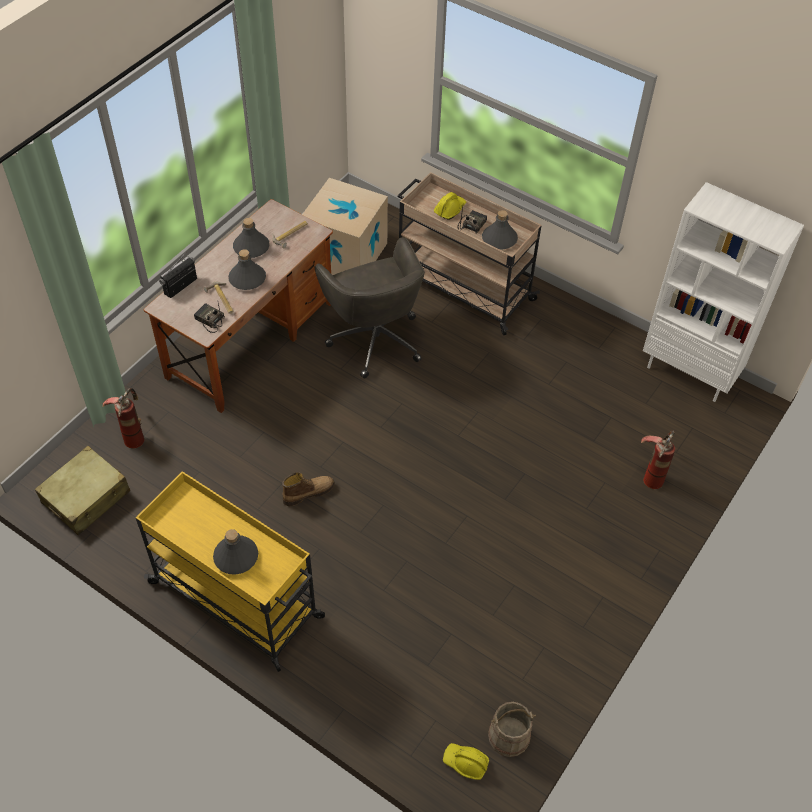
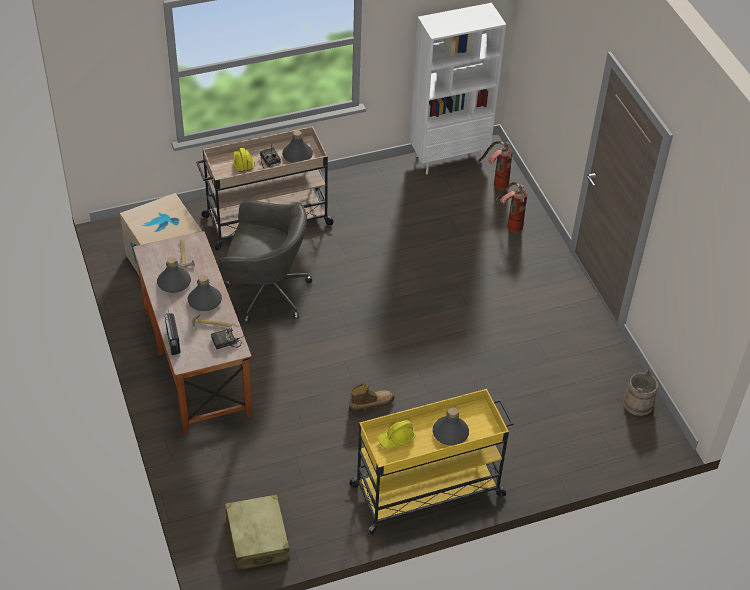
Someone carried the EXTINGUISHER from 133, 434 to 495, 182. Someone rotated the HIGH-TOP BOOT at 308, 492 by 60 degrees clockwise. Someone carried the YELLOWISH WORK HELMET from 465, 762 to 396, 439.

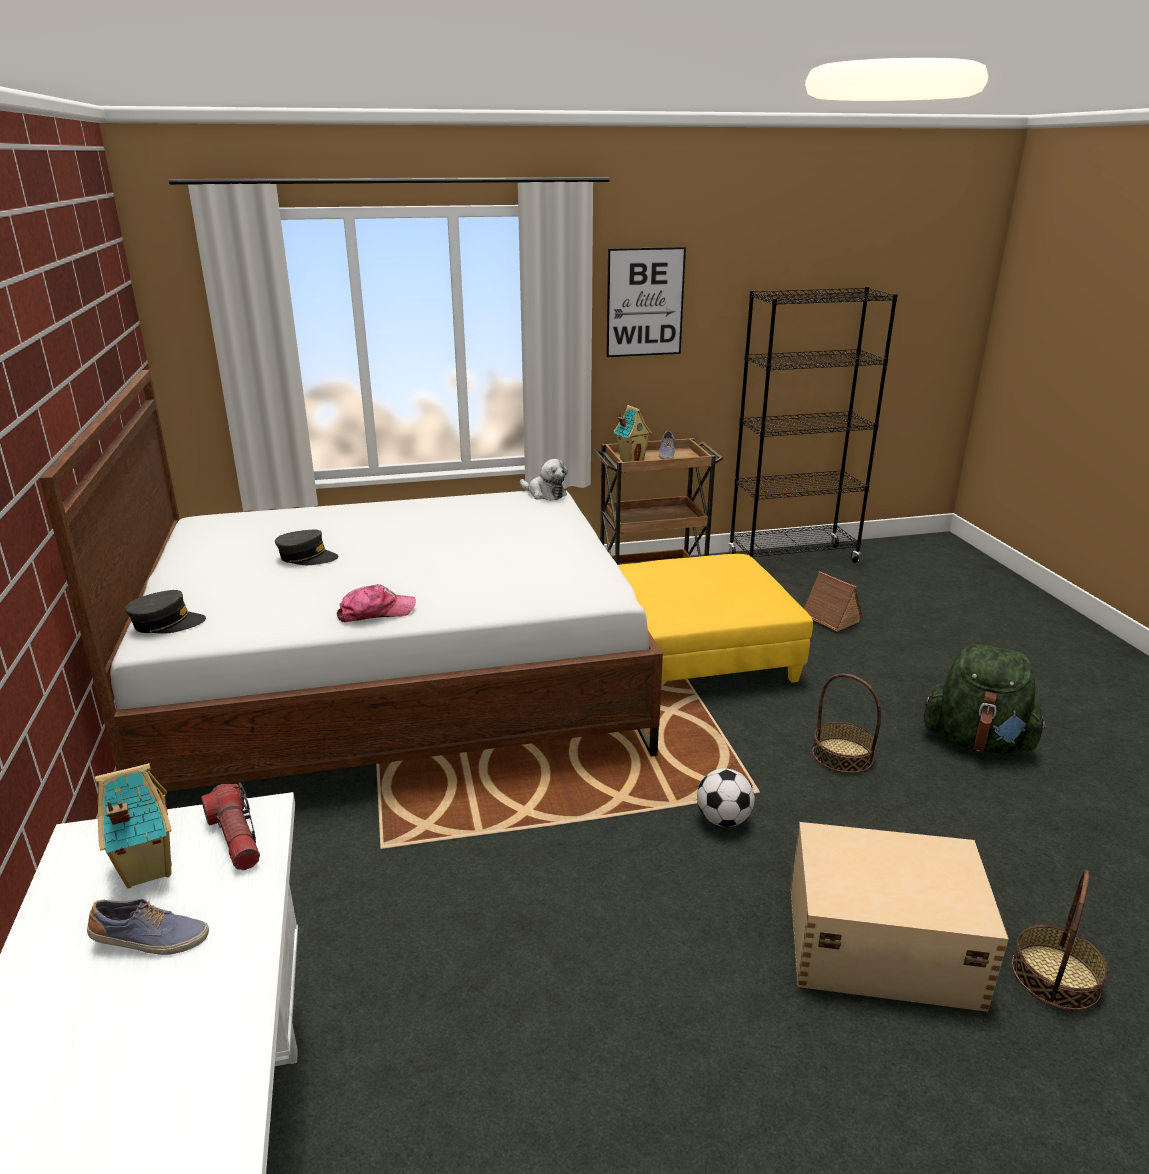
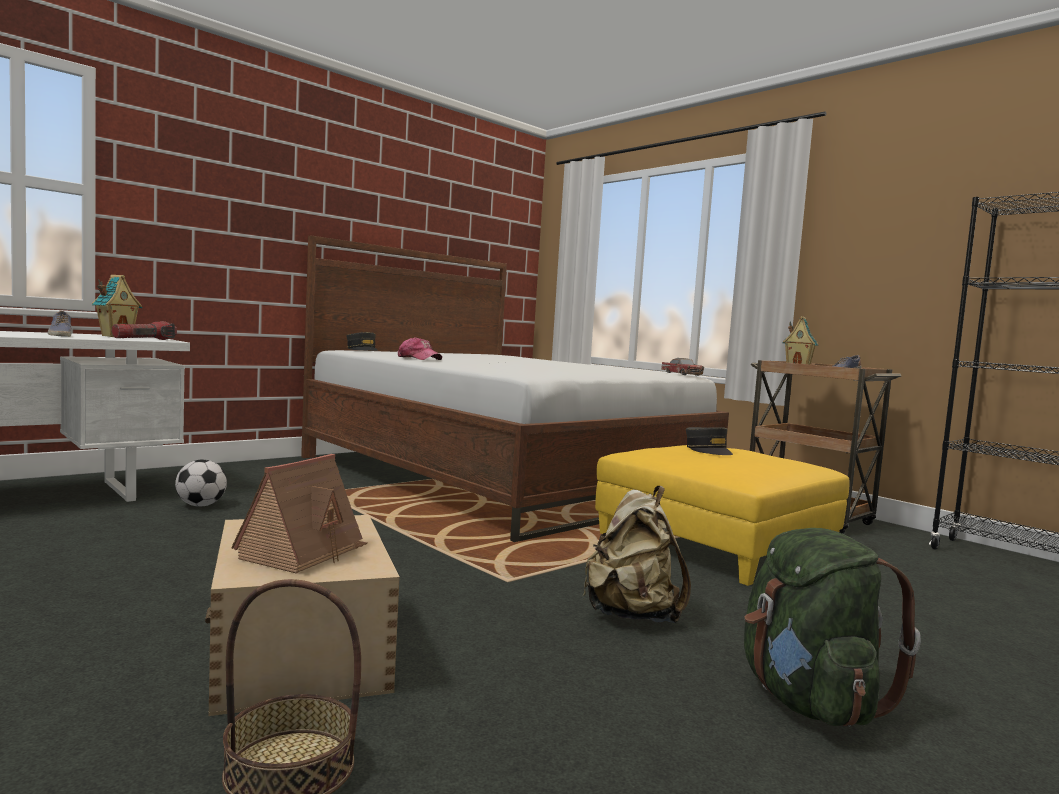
Someone took away the WALL ART at 645, 302. Someone swapped the SOFT TOY at 544, 494 for the TOY CAR at 681, 374. Someone carried the GREY PEAKED CAP from 307, 557 to 708, 450. Someone carried the TOY HOUSE from 828, 618 to 303, 552. Someone swapped the HOUSEHOLD BASKET at 842, 755 for the BEIGE BACKPACK at 631, 615. Someone carried the FOOTBALL BALL from 723, 820 to 201, 505.

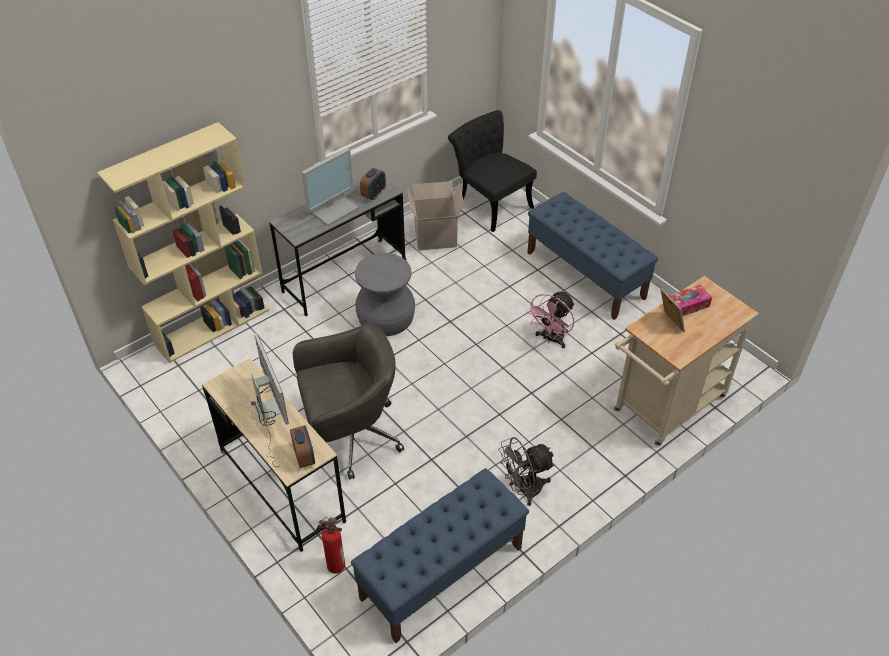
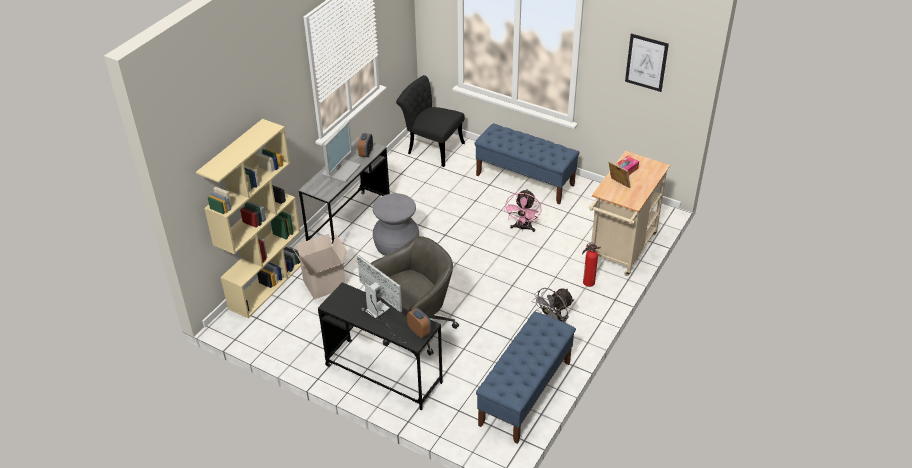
Someone carried the CARTON from 435, 239 to 324, 285. Someone repainted the BEIGE DESK at 281, 486, which became the BLACK DESK at 383, 374. Someone carried the EXTINGUISHER from 334, 565 to 588, 282. Someone put up the WALL ART at 646, 62.

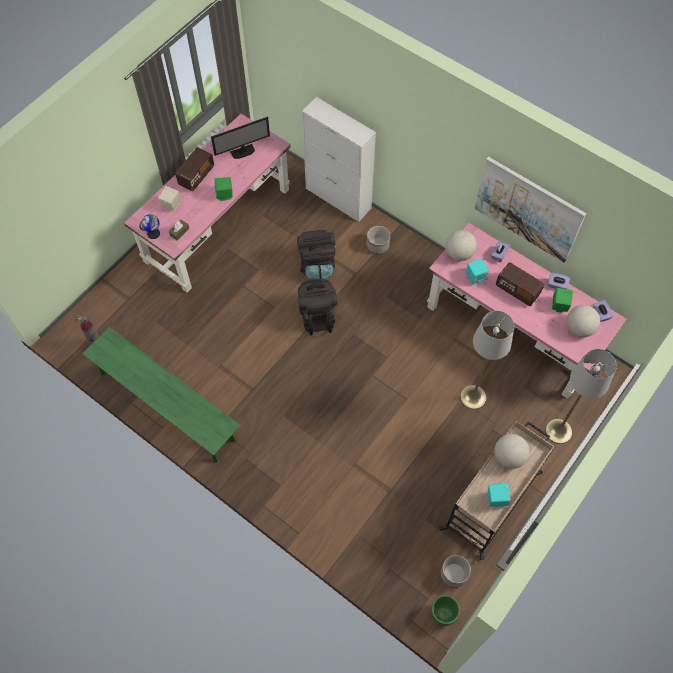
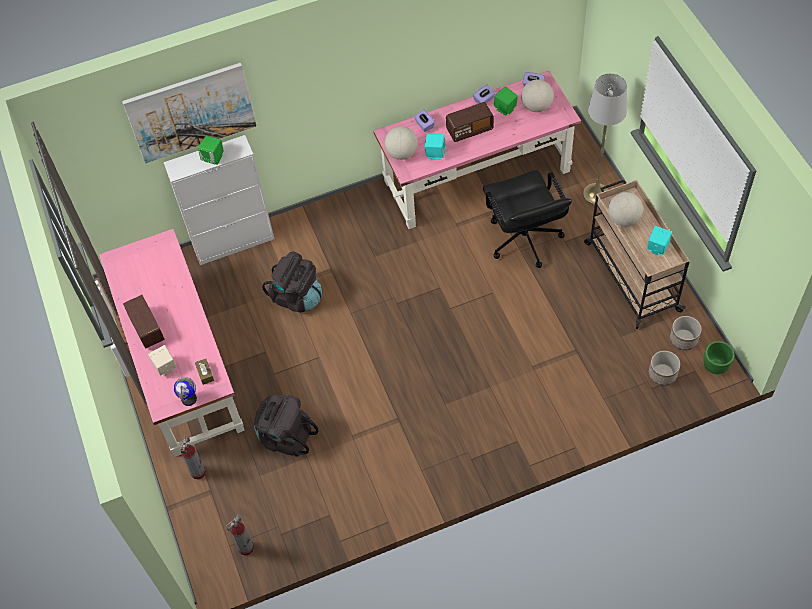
Someone took away the MONITOR at 243, 152. Someone carried the WALL ART from 528, 209 to 191, 112. Someone carried the GREEN LOUDSPEAKER from 225, 195 to 213, 158. Someone carried the FLOWER POT from 378, 245 to 662, 374. Someone carried the BLACK BACKPACK from 317, 315 to 285, 437. Someone swapped the GREY FLOOR LAMP at 473, 397 for the BLACK DESK CHAIR at 524, 240. Someone took away the GREEN BENCH at 167, 406. Someone put down the EXTINGUISHER at 198, 472.

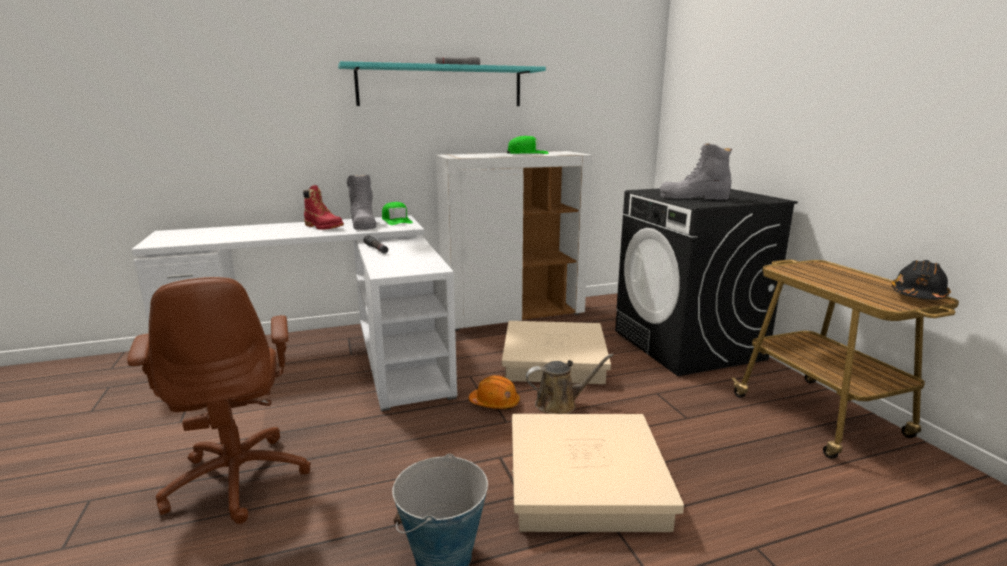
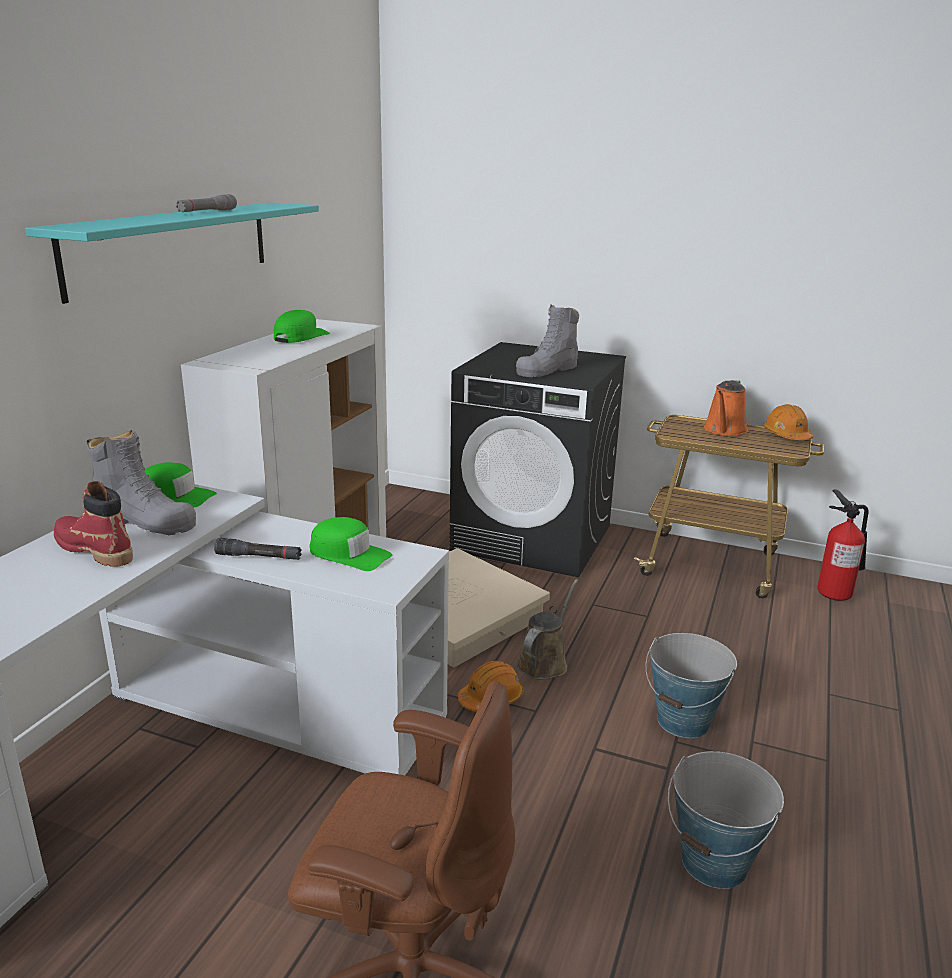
Someone rotated the RED-COLOURED HIGH-TOP BOOT at 324, 227 by 135 degrees counterclockwise. Someone repainted the BLACK WORK HELMET at 918, 295, which became the ORANGE WORK HELMET at 786, 436. Someone swapped the BEIGE STORAGE CONTAINER at 585, 482 for the WATER BUCKET at 683, 721. Someone put down the ORANGE WATERING CAN at 724, 430. Someone put down the EXTINGUISHER at 836, 594. Someone put down the GREEN PEAKED CAP at 349, 554.

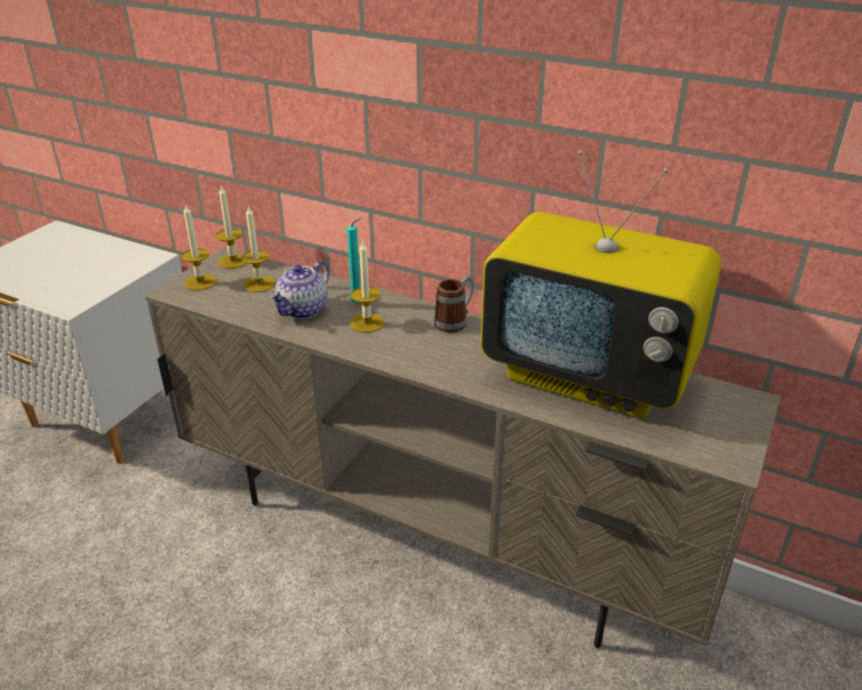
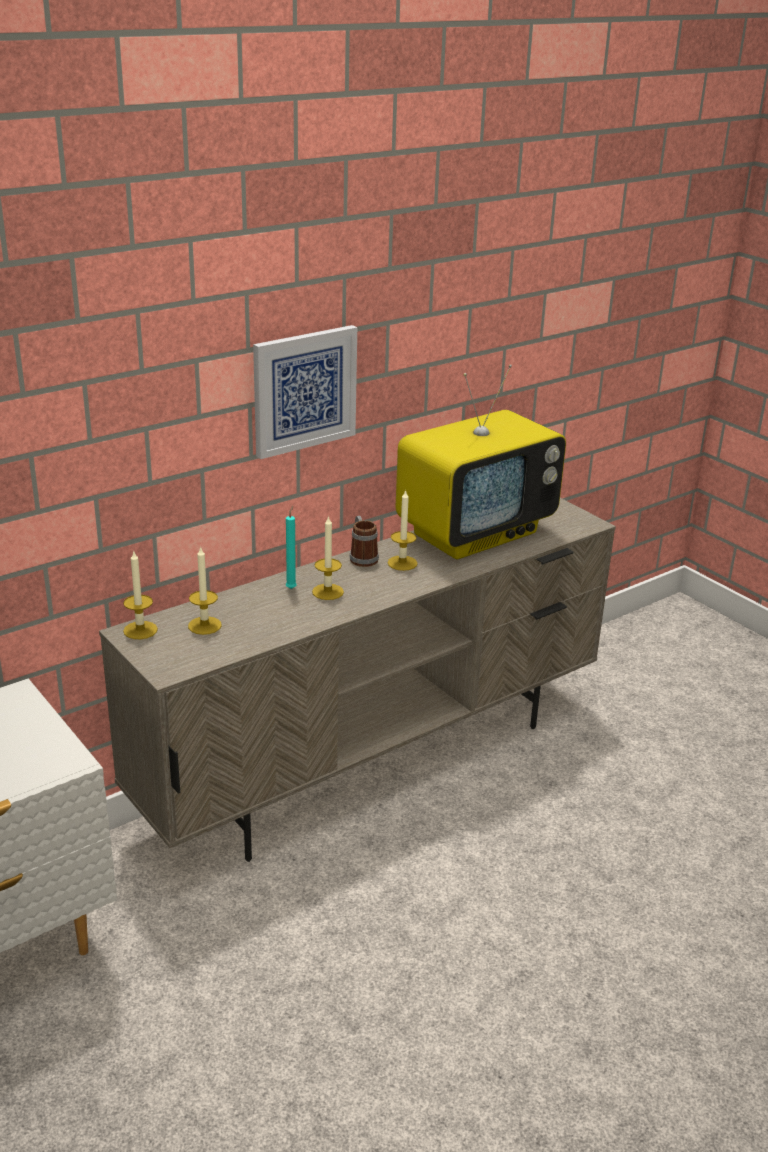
Someone carried the CANDLE from 200, 282 to 402, 563. Someone took away the POT FOR TEA at 303, 310. Someone put up the WALL ART at 304, 390.

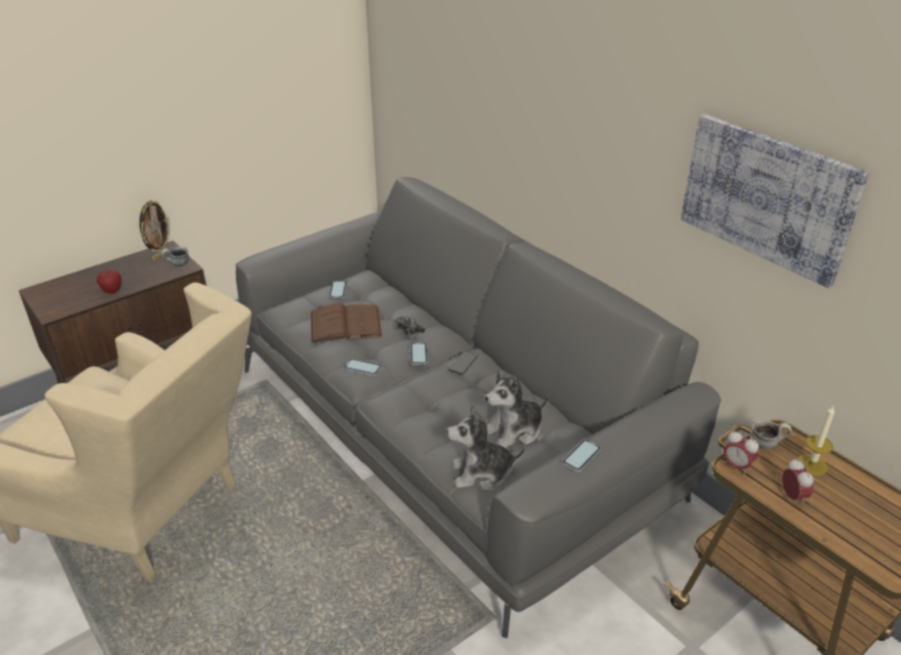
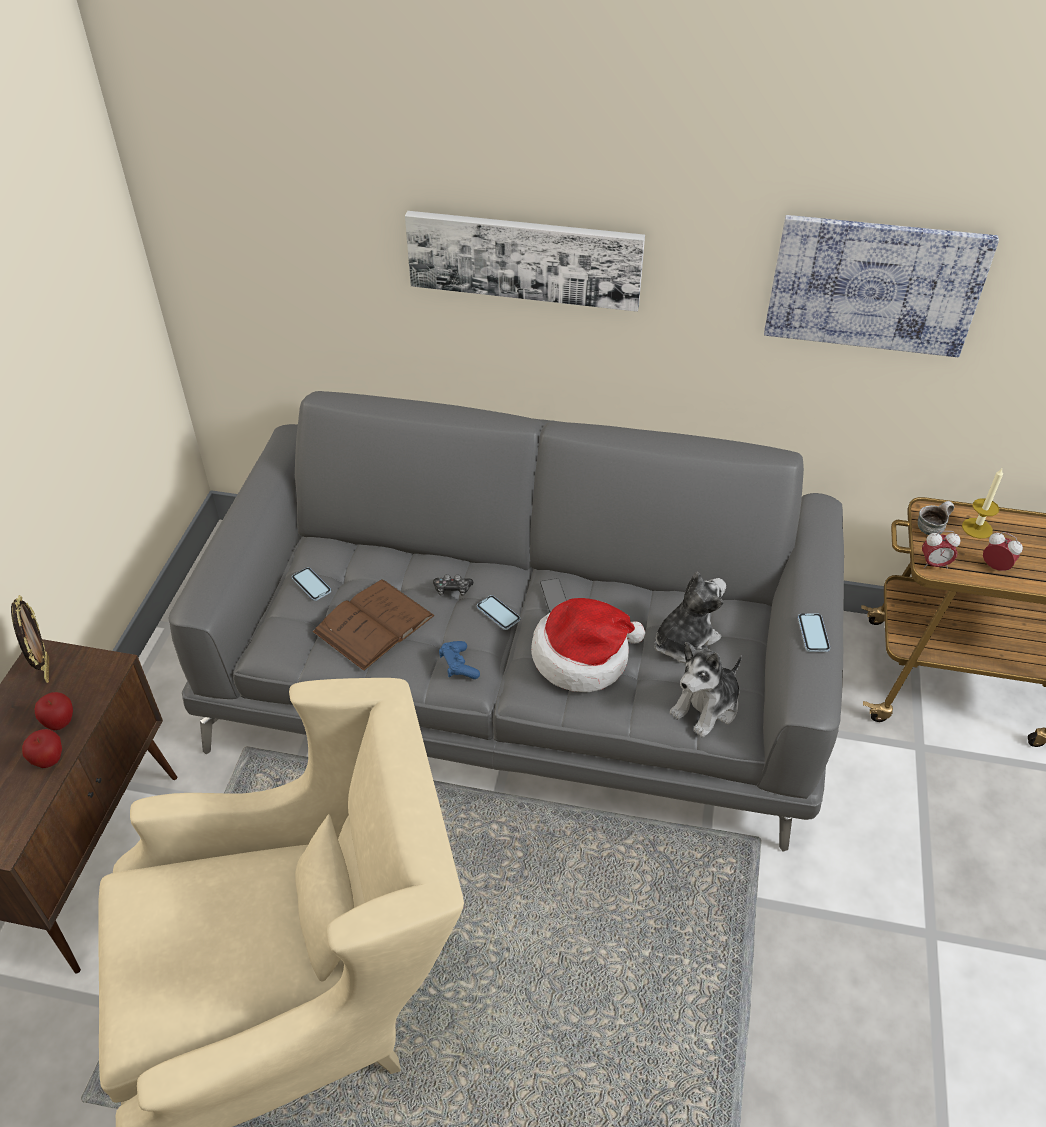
Someone took away the COFFEE MUG at 177, 265. Someone swapped the PHONE at 363, 368 for the BLUE GAMEPAD at 458, 666. Someone rotated the SOFT TOY at 515, 431 by 150 degrees counterclockwise. Someone put up the WALL ART at 524, 258. Someone put down the WEARABLE HAT at 583, 656. Someone put down the APPLE FRUIT at 60, 723.

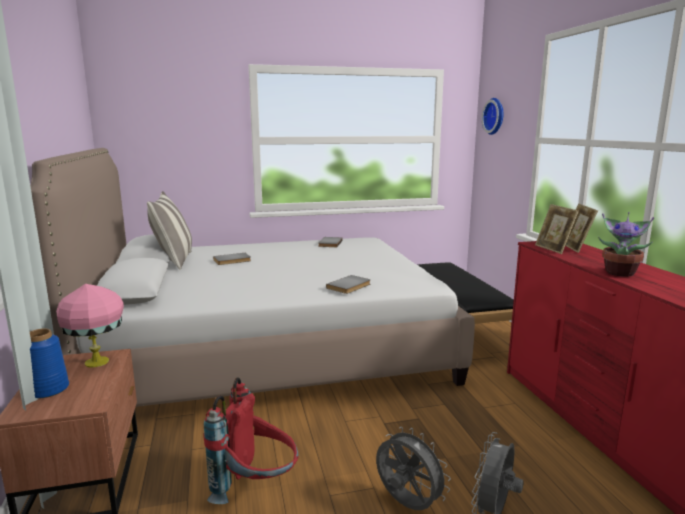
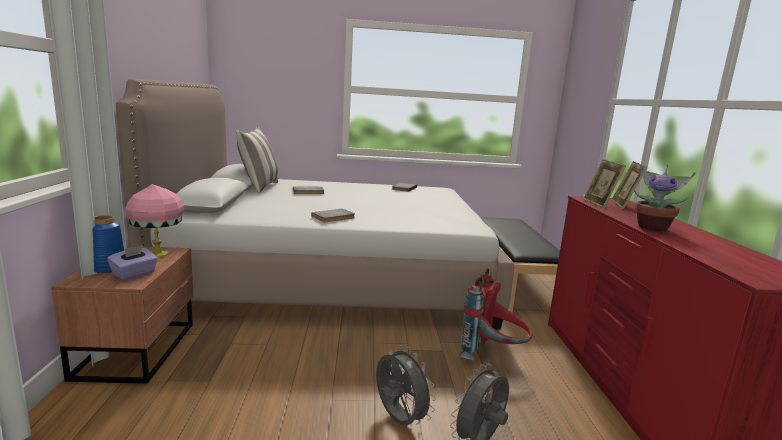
Someone took away the CLOCK ON THE WALL at 495, 116. Someone carried the GREY BOOK from 350, 286 to 334, 217. Someone carried the RED-COLOURED BACKPACK from 256, 489 to 492, 356. Someone put down the PURPLE TISSUE BOX at 134, 274.

